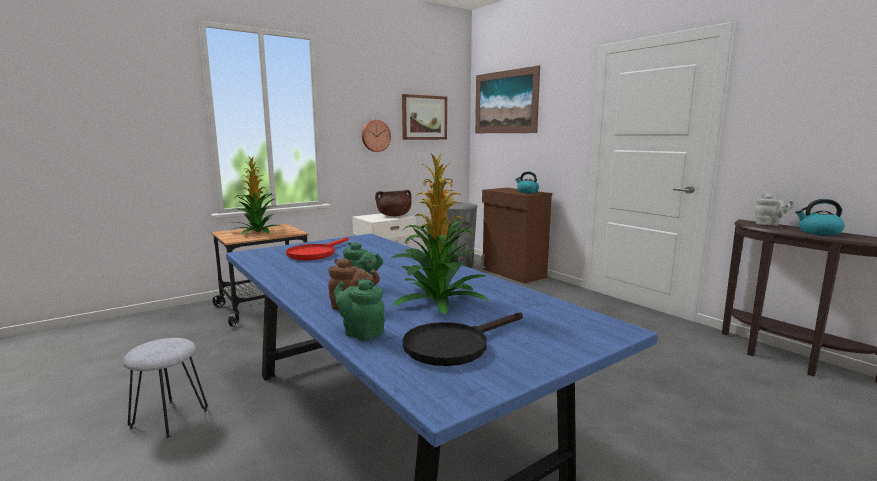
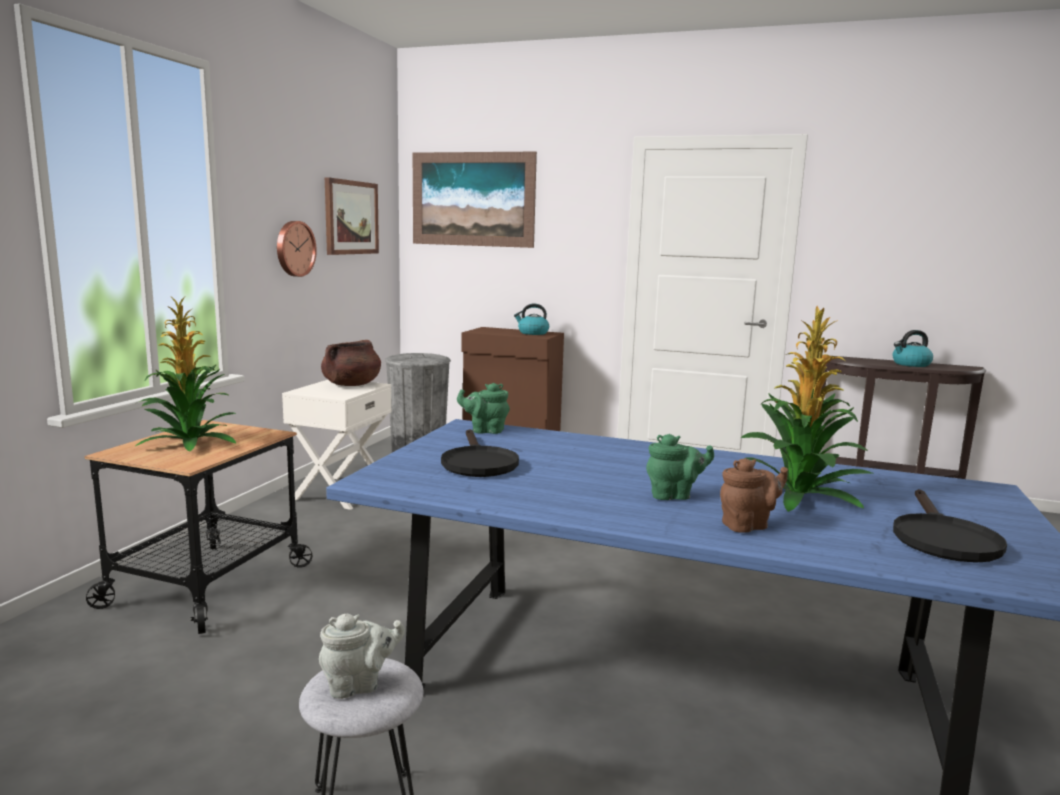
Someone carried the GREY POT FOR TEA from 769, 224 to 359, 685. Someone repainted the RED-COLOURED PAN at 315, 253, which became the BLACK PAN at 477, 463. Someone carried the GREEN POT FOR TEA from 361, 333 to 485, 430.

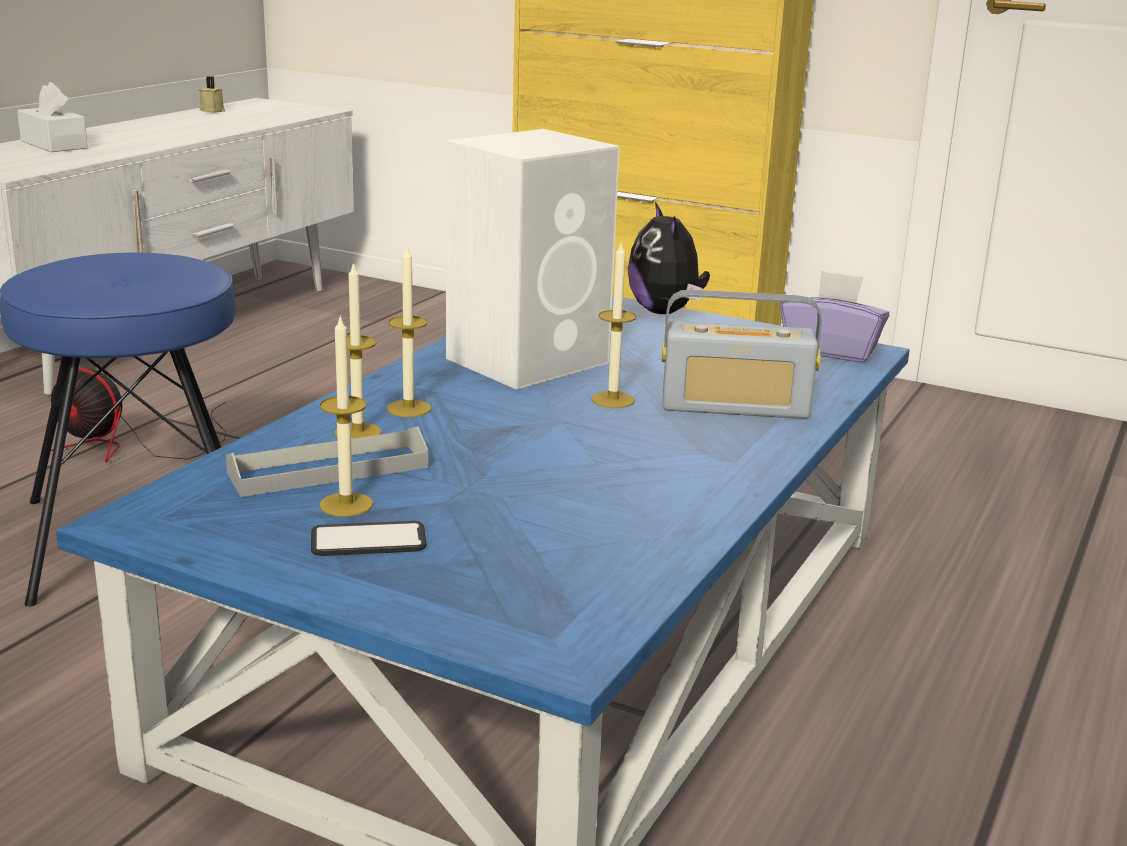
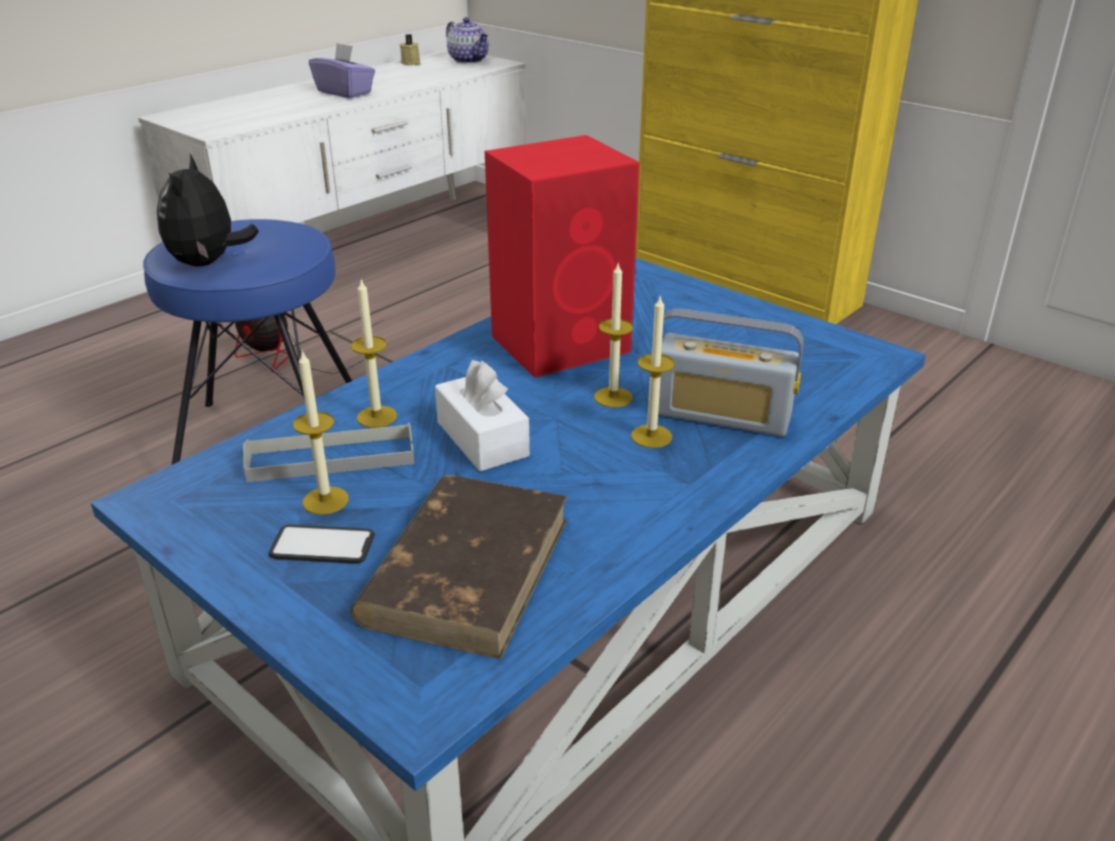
Someone carried the WHITE TISSUE BOX from 54, 144 to 482, 439. Someone repainted the WHITE LOUDSPEAKER at 530, 360, which became the RED-COLOURED LOUDSPEAKER at 563, 343. Someone carried the SOFT TOY from 666, 312 to 208, 263. Someone carried the CANDLE from 408, 408 to 651, 436. Someone carried the PURPLE TISSUE BOX from 831, 350 to 345, 92. Someone put down the POT FOR TEA at 469, 60. Someone put down the BROWN BOOK at 468, 568.

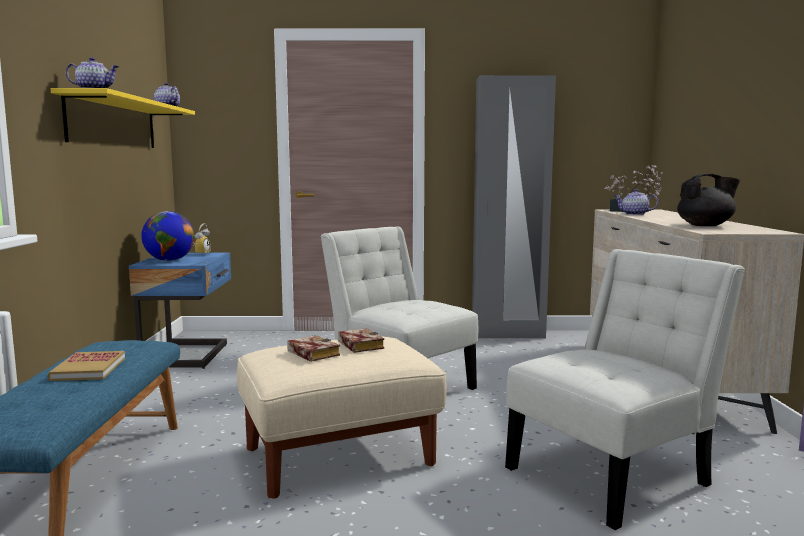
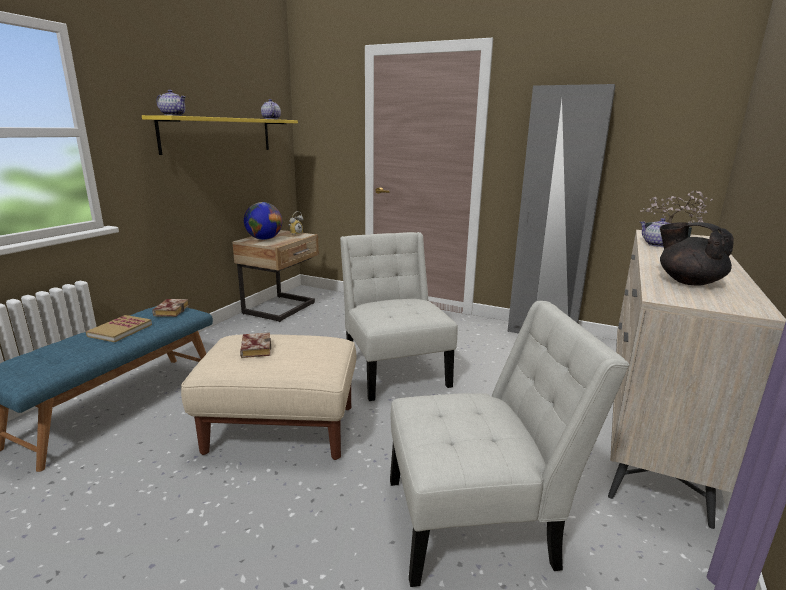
Someone rotated the BLACK POT FOR TEA at 705, 225 by 150 degrees counterclockwise. Someone repainted the BLUE NIGHTSTAND at 188, 356, which became the BEIGE NIGHTSTAND at 281, 309. Someone carried the BOOK from 358, 345 to 171, 310.

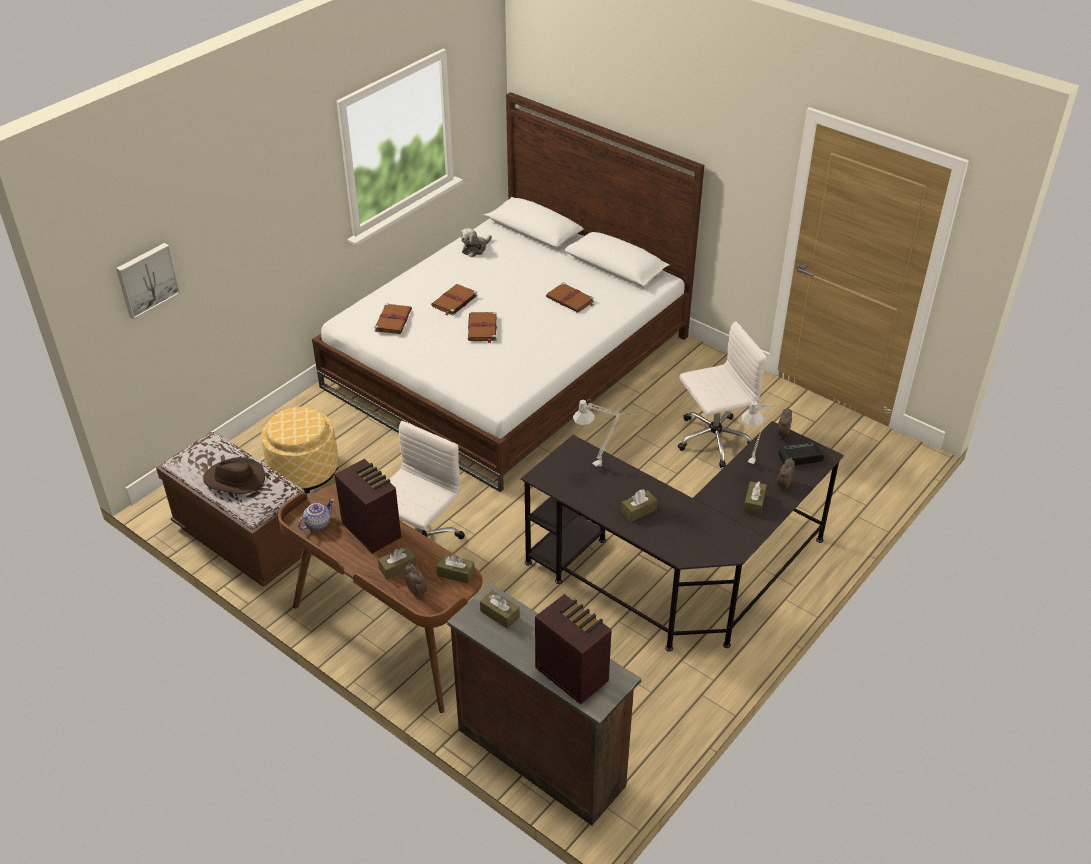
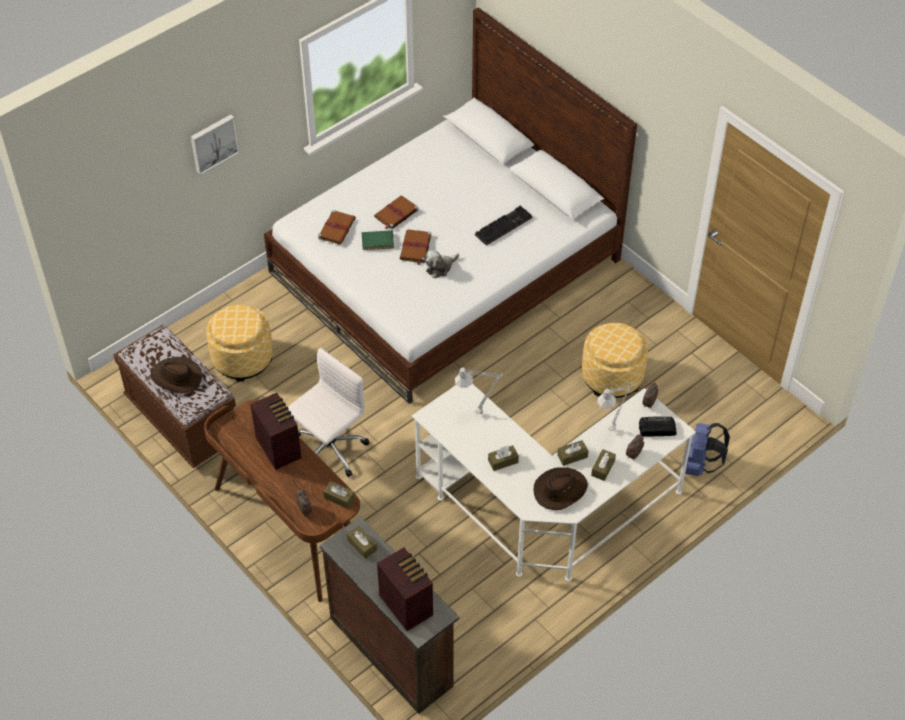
Someone carried the SOFT TOY from 475, 249 to 440, 267. Someone carried the WALL ART from 146, 279 to 213, 143. Someone swapped the BROWN BOOK at 570, 300 for the PC KEYBOARD at 503, 225. Someone swapped the WHITE DESK CHAIR at 712, 440 for the FOOTREST at 612, 376. Someone repainted the BLACK DESK at 681, 577, which became the WHITE DESK at 547, 509. Someone took away the POT FOR TEA at 317, 523. Someone carried the BROWN TISSUE BOX from 397, 567 to 572, 456. Someone put down the GREEN BOOK at 377, 242. Someone put down the BLUE BACKPACK at 699, 465. Someone put down the BROWN WEARABLE HAT at 560, 490.

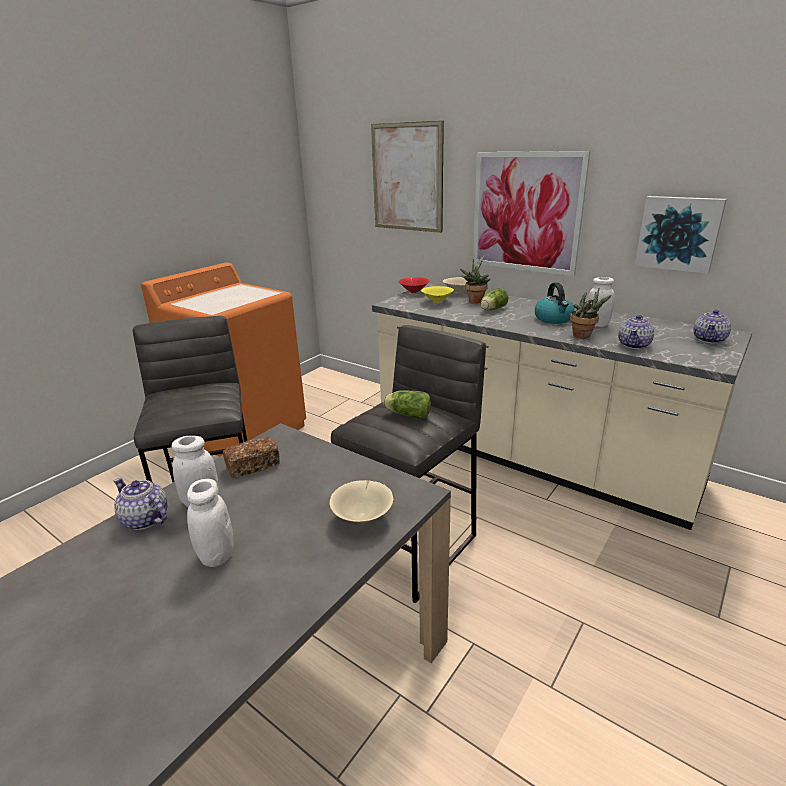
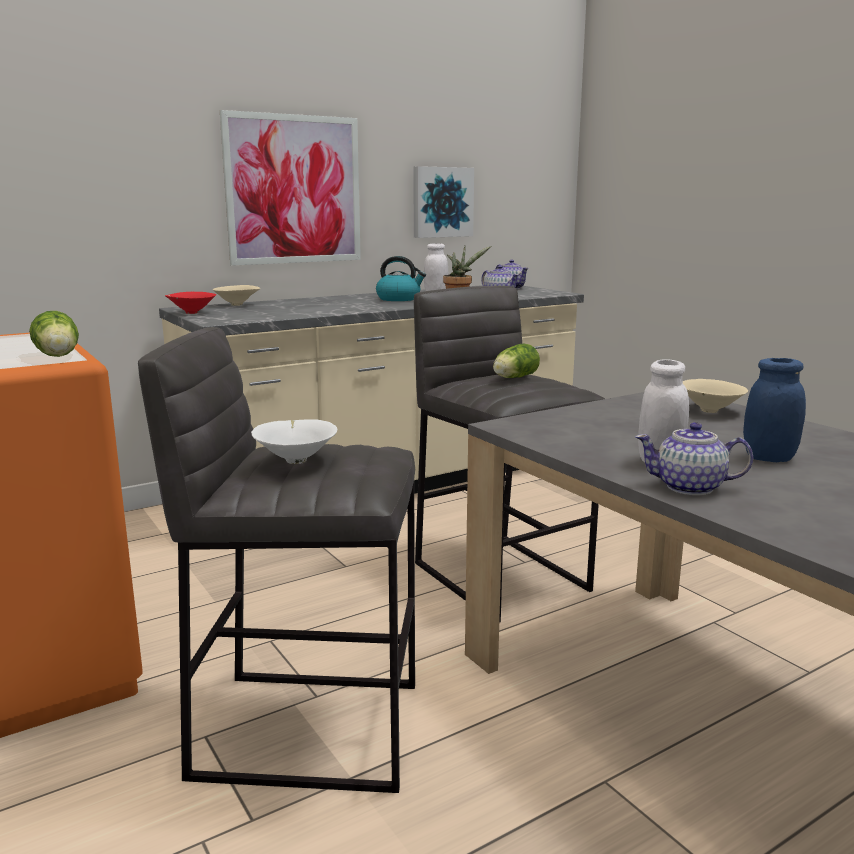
Someone took away the WALL ART at 407, 178. Someone took away the POTTED PLANT at 475, 300. Someone took away the YELLOWISH SERVING BOWL at 437, 302. Someone carried the HEAD OF LETTUCE from 492, 309 to 58, 356. Someone took away the BAKED BREAD at 253, 466. Someone rotated the POT FOR TEA at 145, 519 by 45 degrees clockwise. Someone repainted the WHITE PRESERVE JAR at 216, 555, which became the BLUE PRESERVE JAR at 769, 458. Someone put down the WHITE SERVING BOWL at 296, 460.

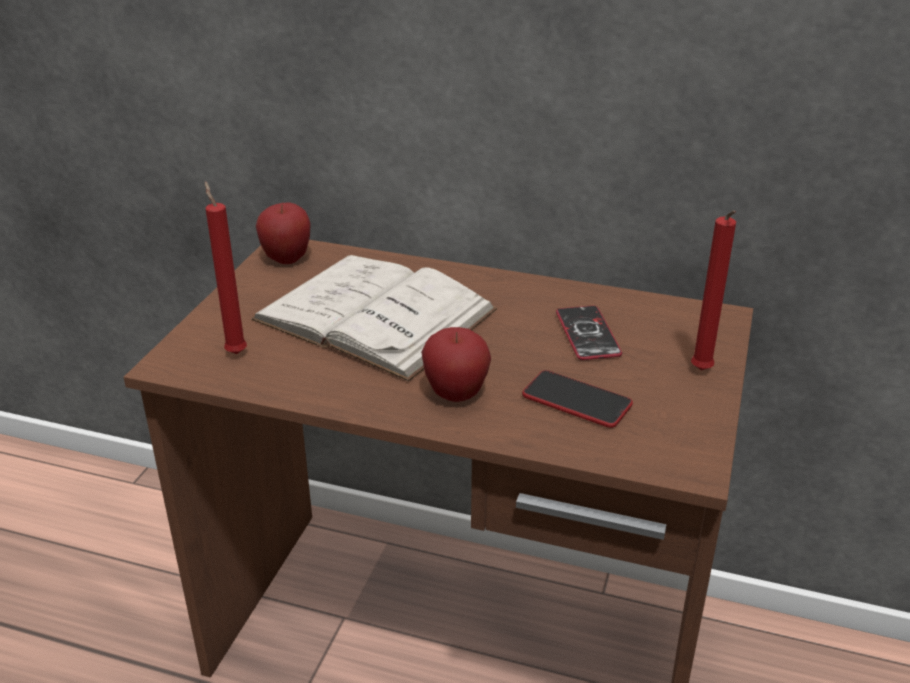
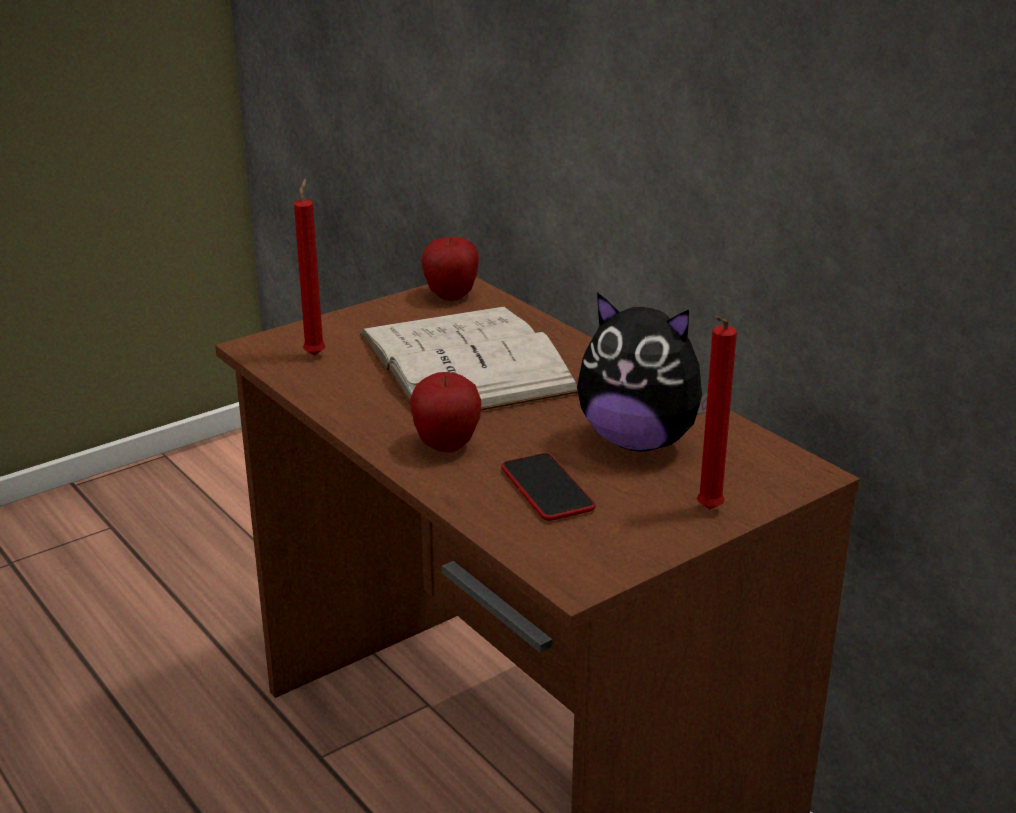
Someone swapped the PHONE at 587, 334 for the SOFT TOY at 639, 441.

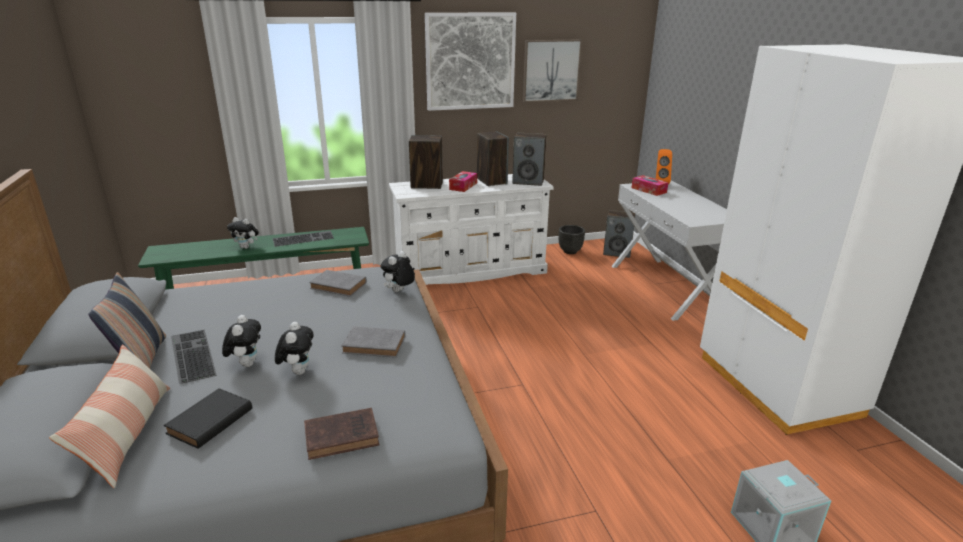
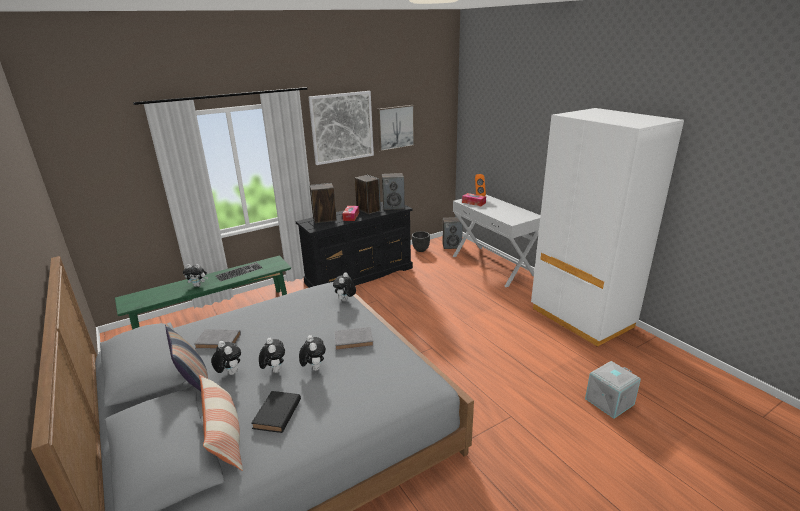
Someone repainted the WHITE DRAWER CHEST at 471, 271, which became the BLACK DRAWER CHEST at 360, 275. Someone carried the GREY BOOK from 340, 286 to 219, 341. Someone swapped the PC KEYBOARD at 190, 355 for the SOFT TOY at 229, 373. Someone took away the BROWN BOOK at 344, 436.

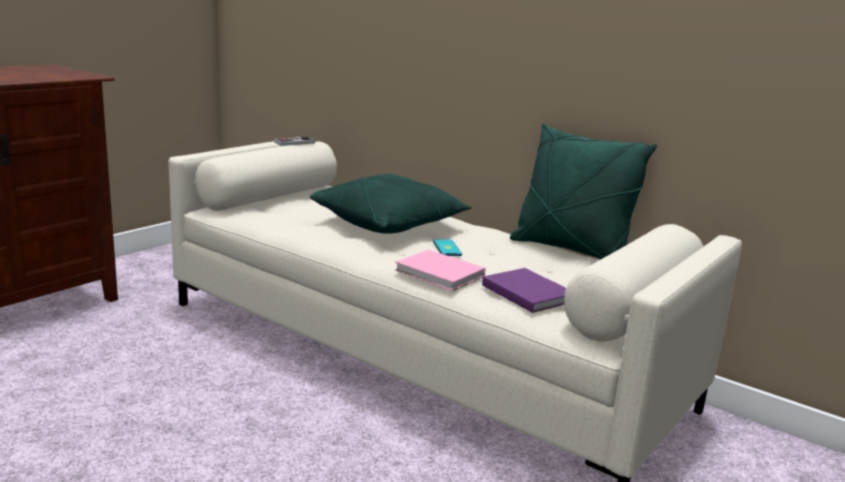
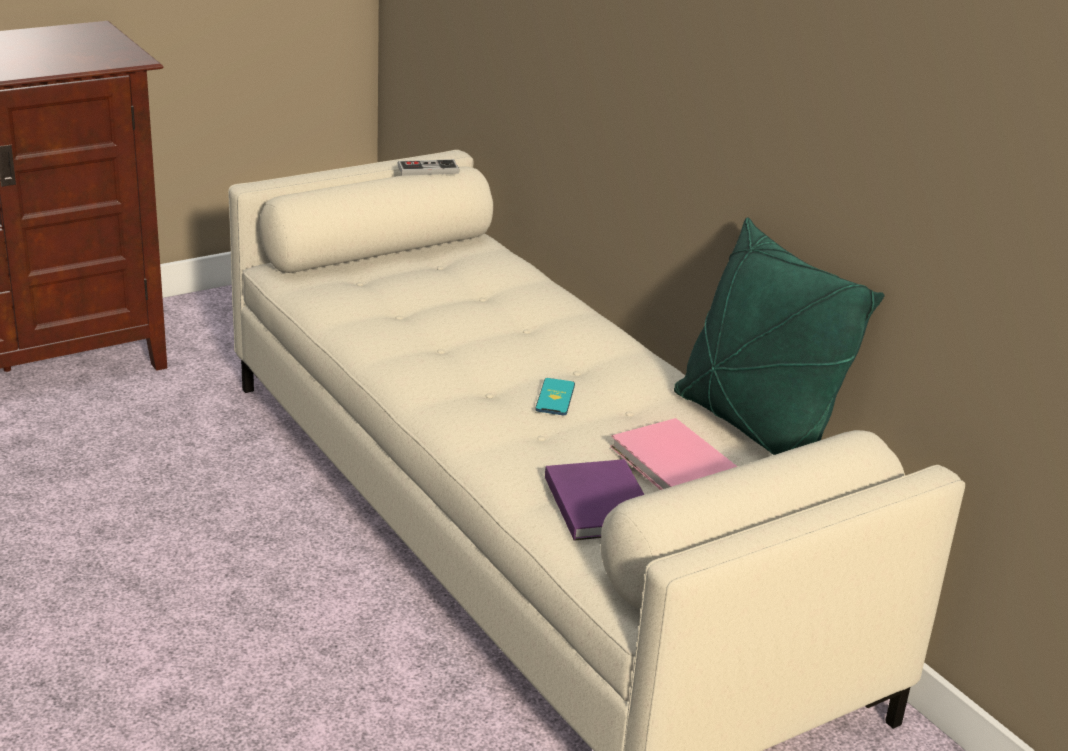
Someone took away the GREEN CUSHION at 389, 223. Someone carried the PINK-COLOURED BOOK from 440, 274 to 673, 465.

